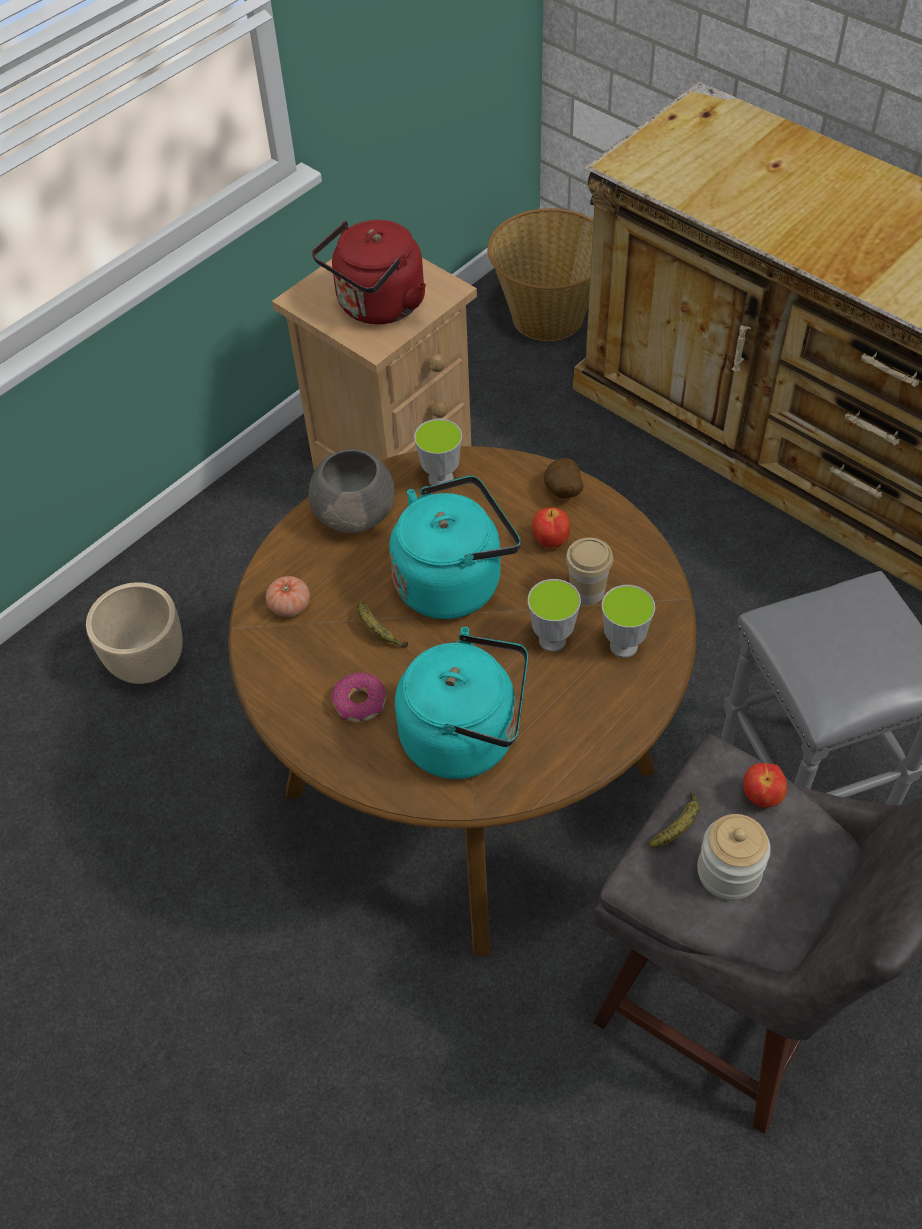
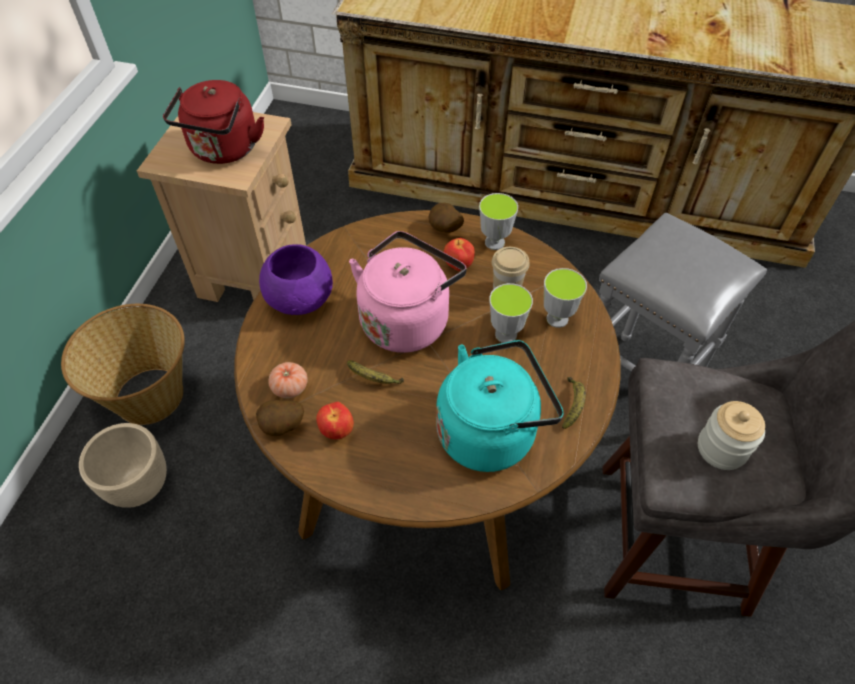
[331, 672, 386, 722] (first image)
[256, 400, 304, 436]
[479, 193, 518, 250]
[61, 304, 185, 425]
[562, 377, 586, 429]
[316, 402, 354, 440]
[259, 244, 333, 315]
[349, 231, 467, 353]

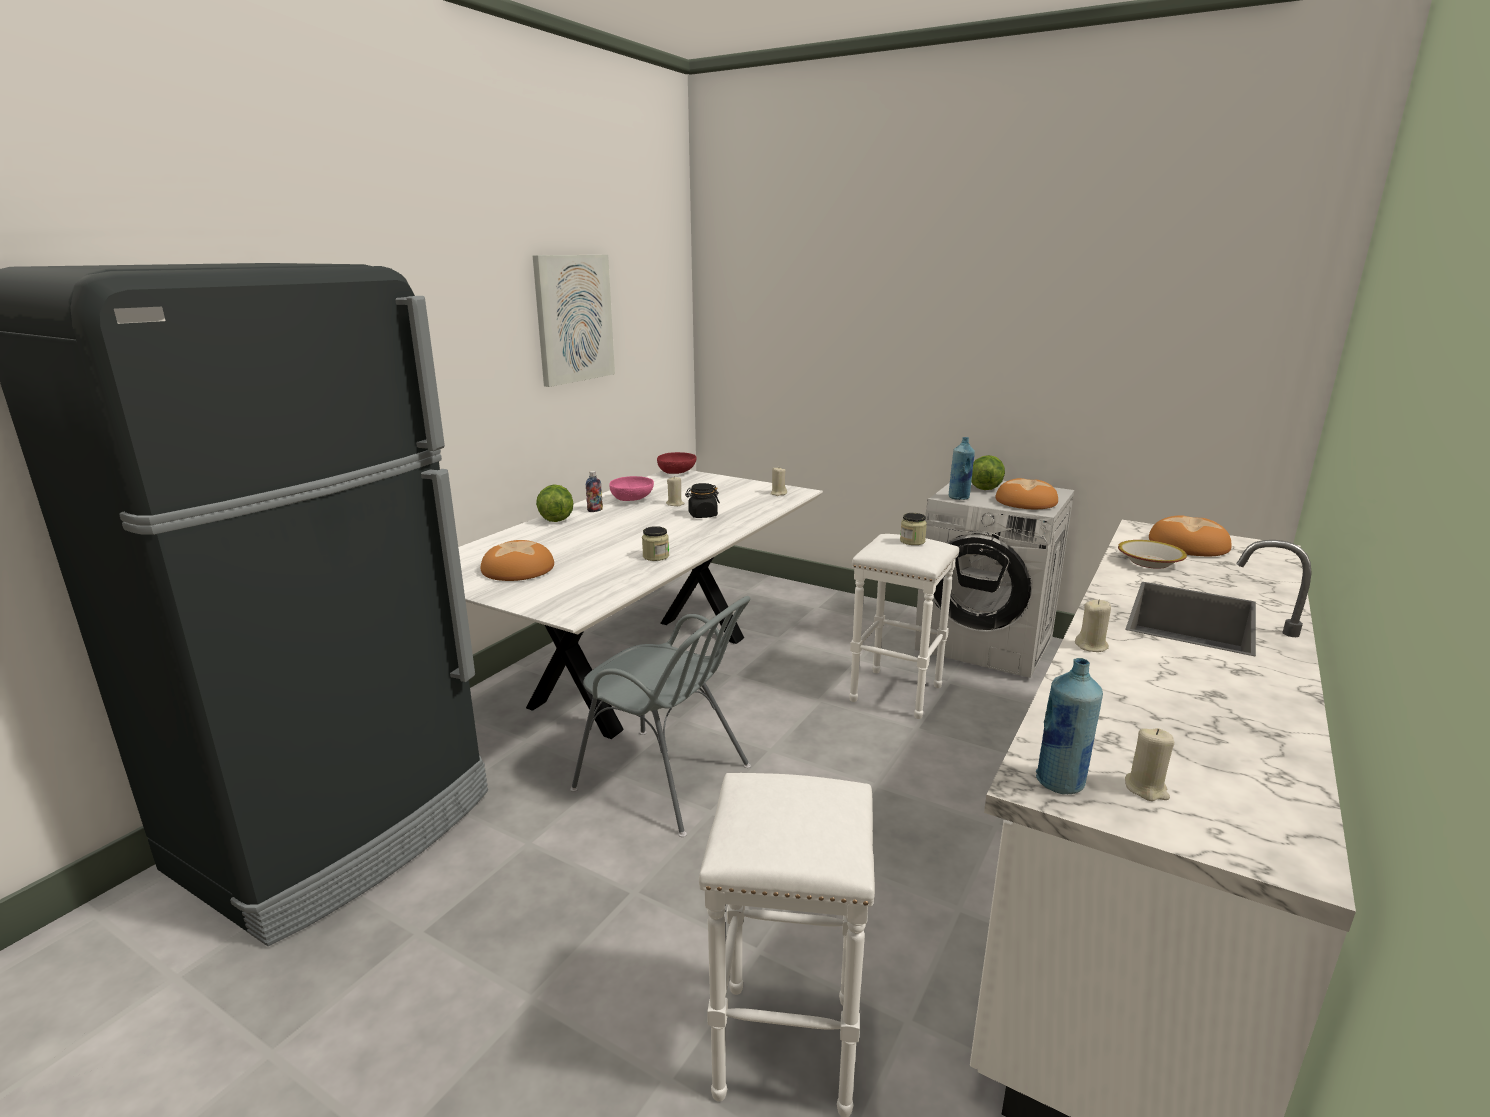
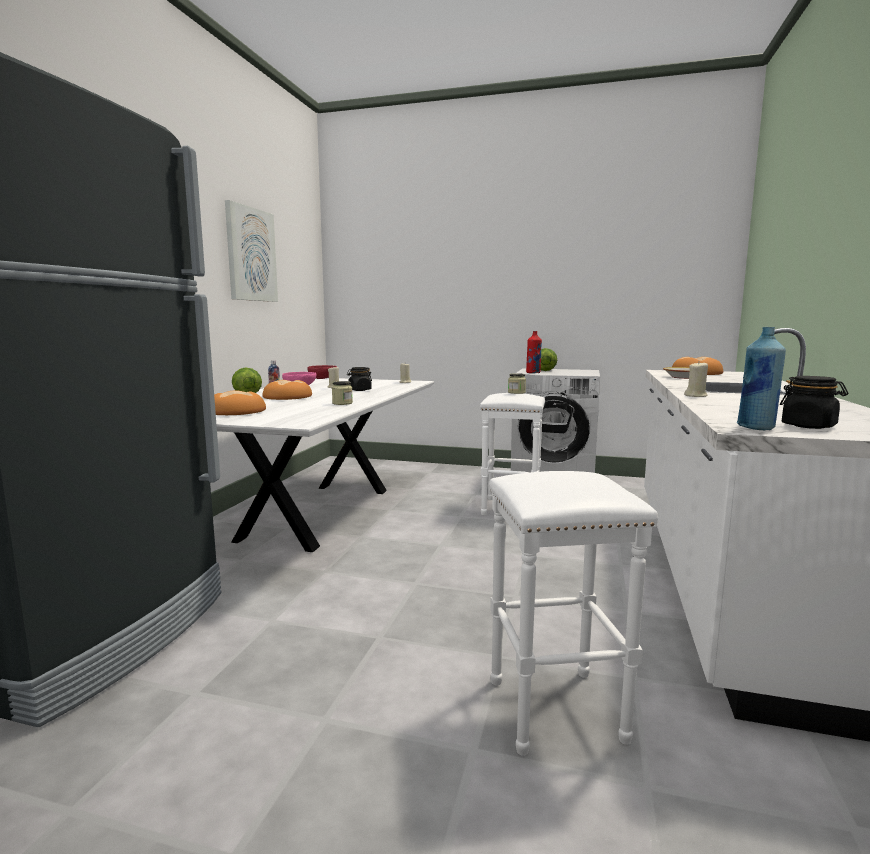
[570, 596, 751, 837] (first image)
[262, 380, 312, 400]
[780, 376, 848, 429]
[526, 331, 542, 373]

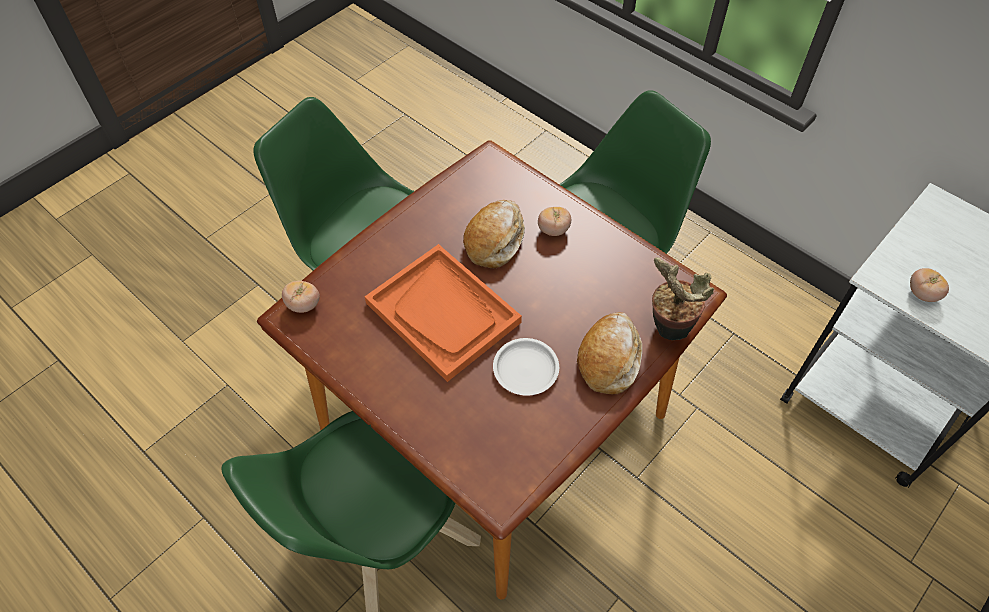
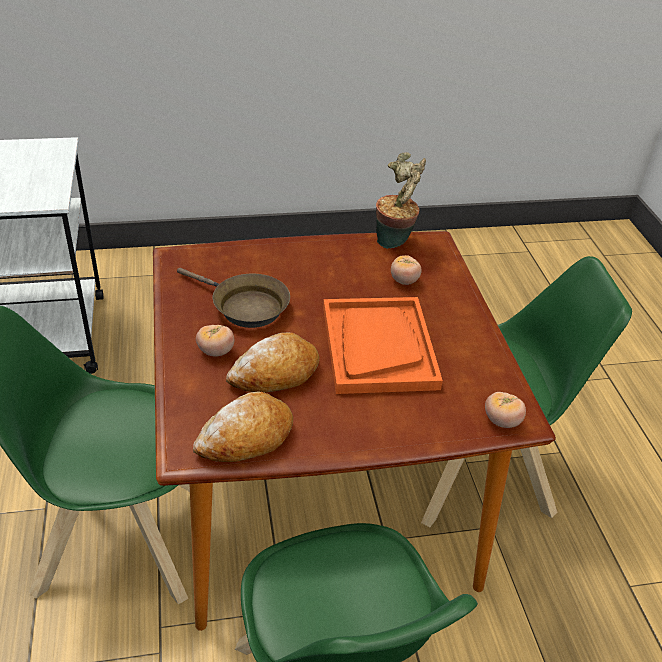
[493, 338, 559, 396] (first image)
[177, 268, 290, 328]
[193, 391, 293, 462]
[376, 152, 426, 249]
[391, 255, 422, 285]

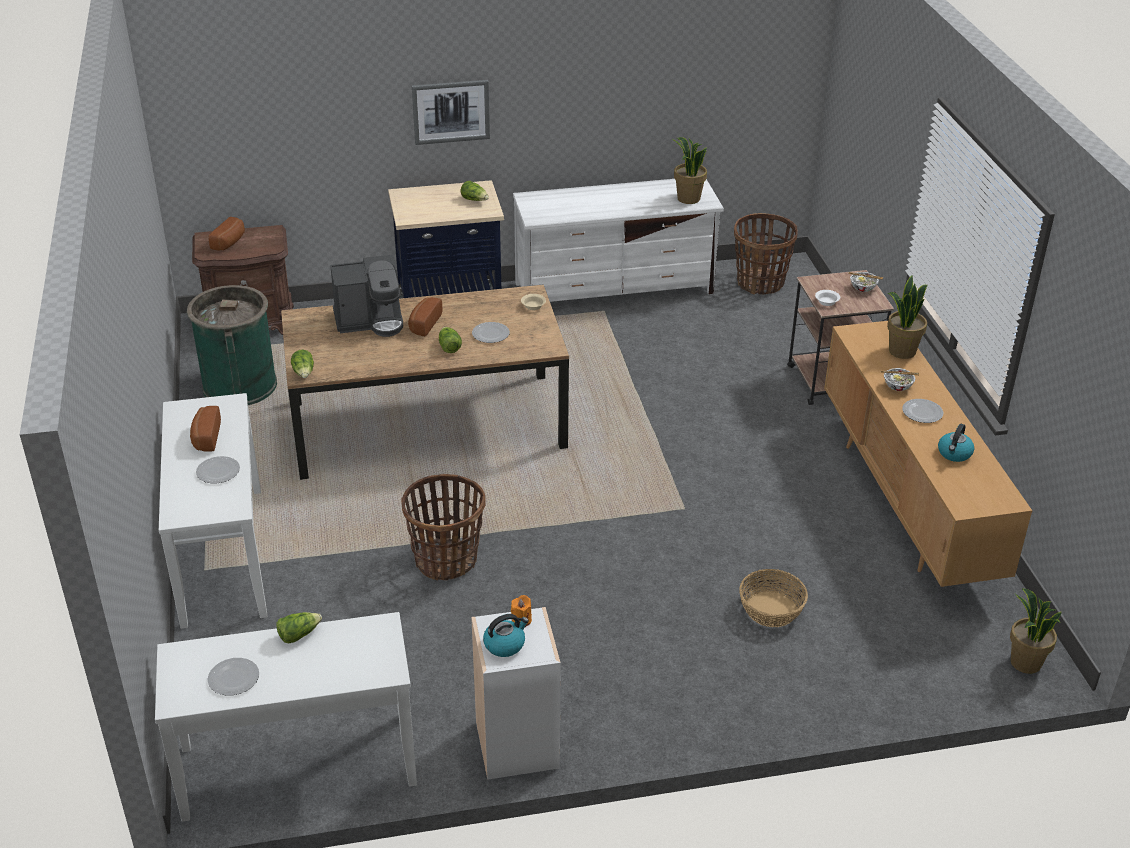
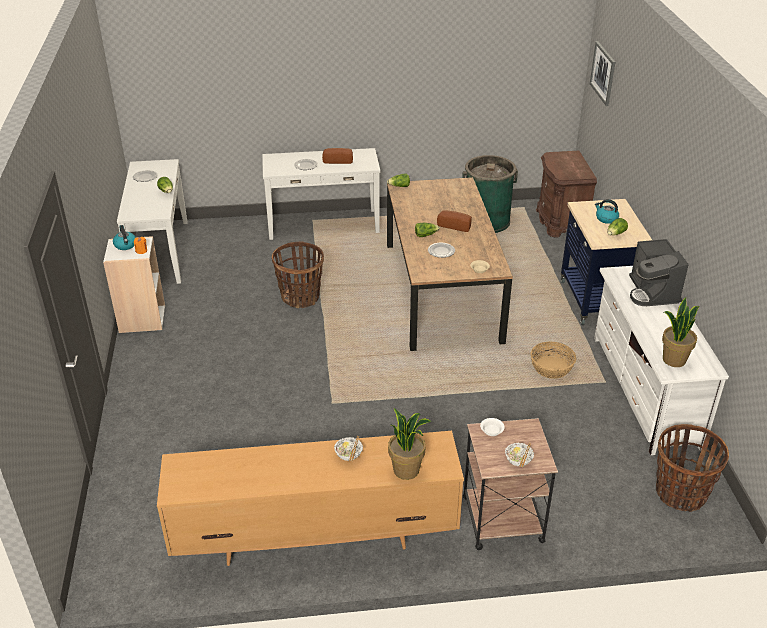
[208, 217, 245, 250] (first image)
[902, 399, 943, 423] (first image)
[1010, 589, 1062, 674] (first image)
[629, 239, 689, 306]
[590, 41, 615, 106]
[531, 341, 576, 379]
[595, 199, 619, 224]

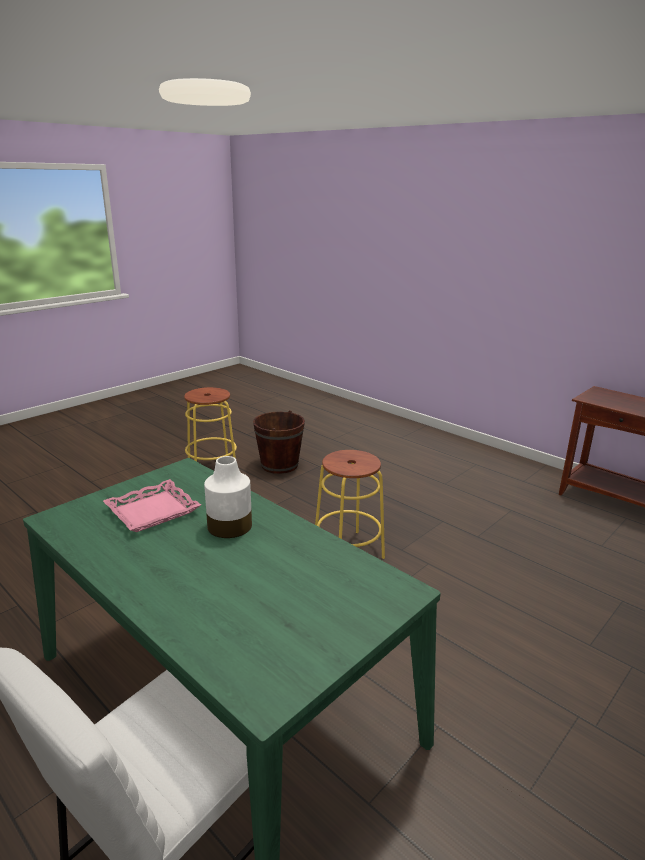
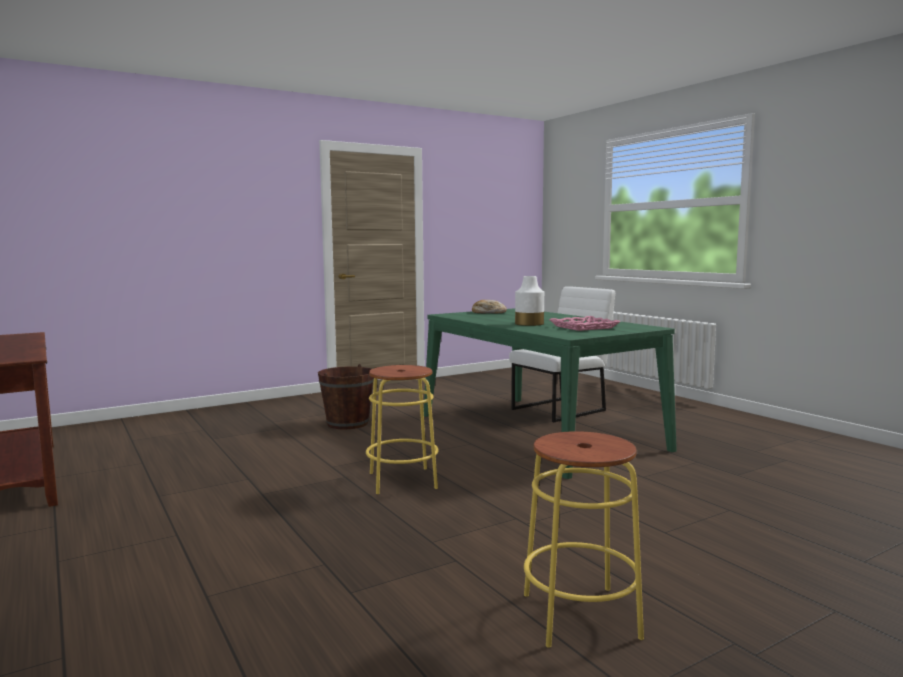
[472, 300, 507, 314]
[318, 364, 374, 429]

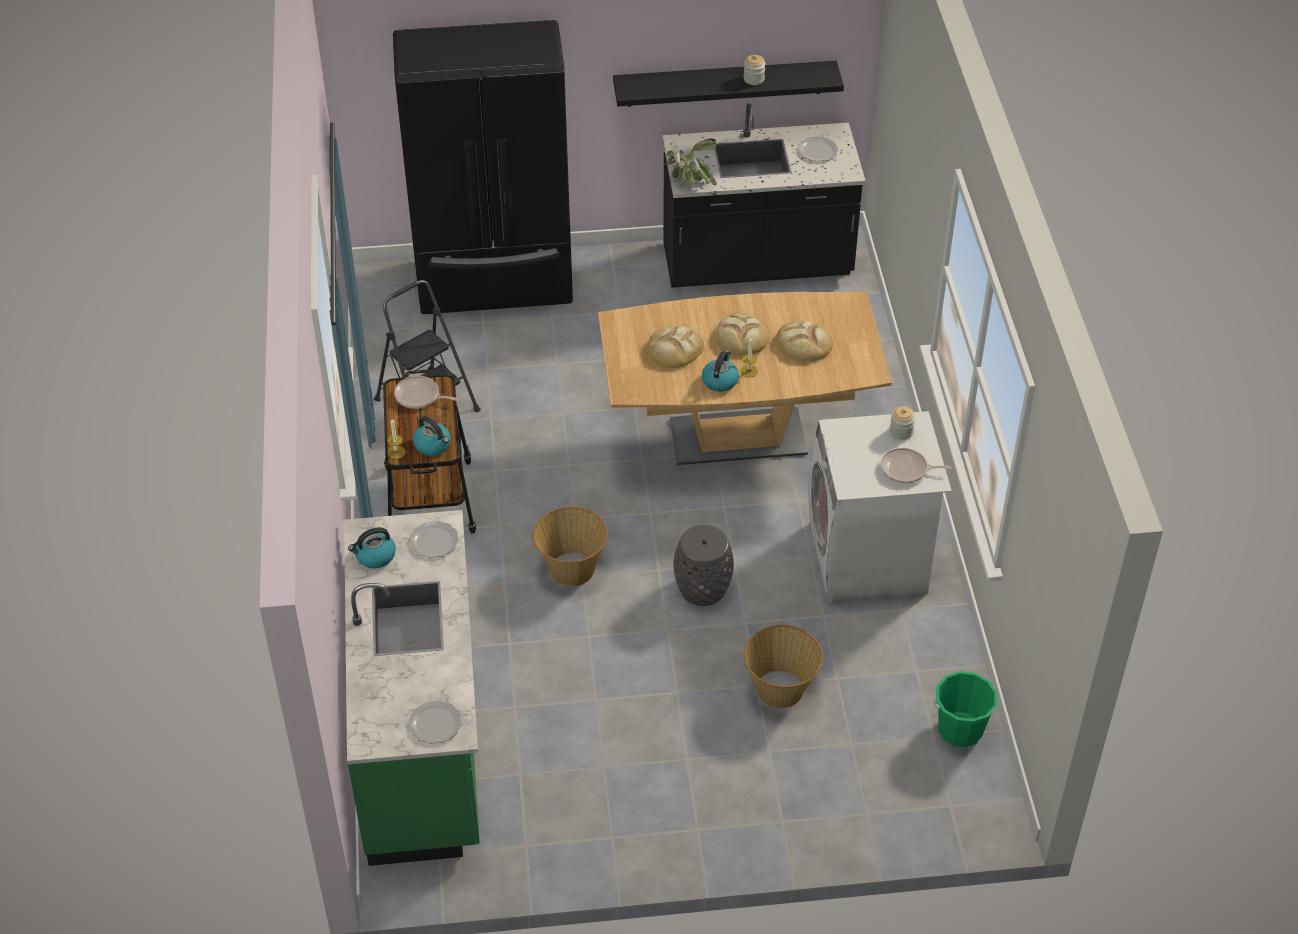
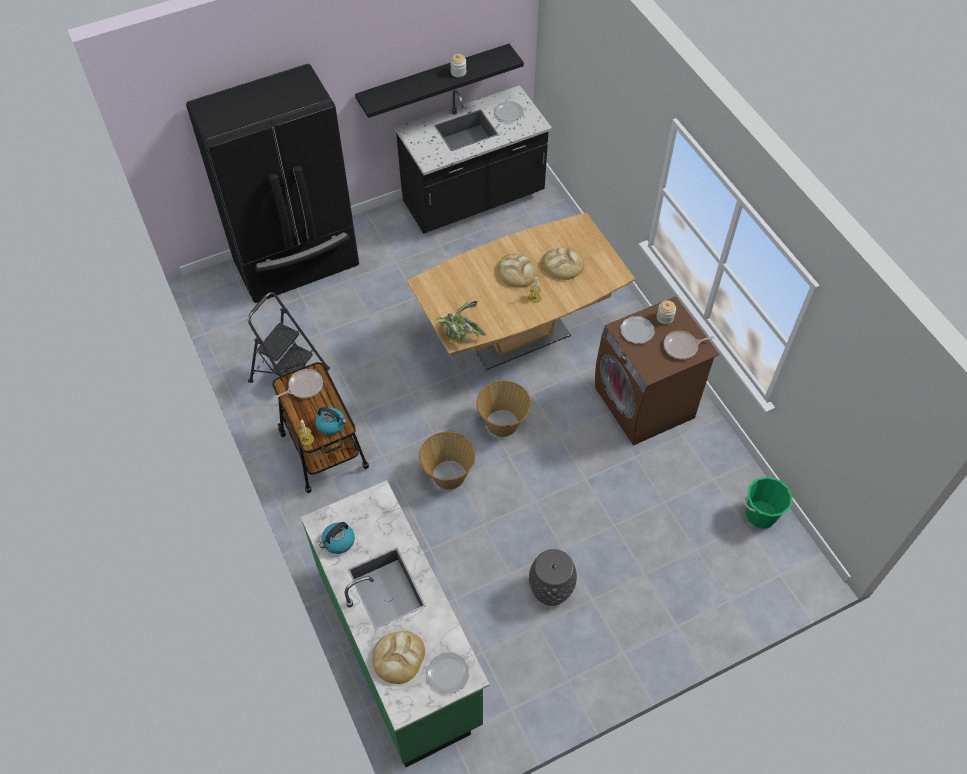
[702, 350, 739, 392] (first image)
[620, 316, 655, 344]
[372, 631, 425, 684]
[436, 301, 486, 343]
[529, 549, 577, 606]
[477, 380, 531, 437]
[595, 296, 720, 446]
[274, 369, 323, 399]

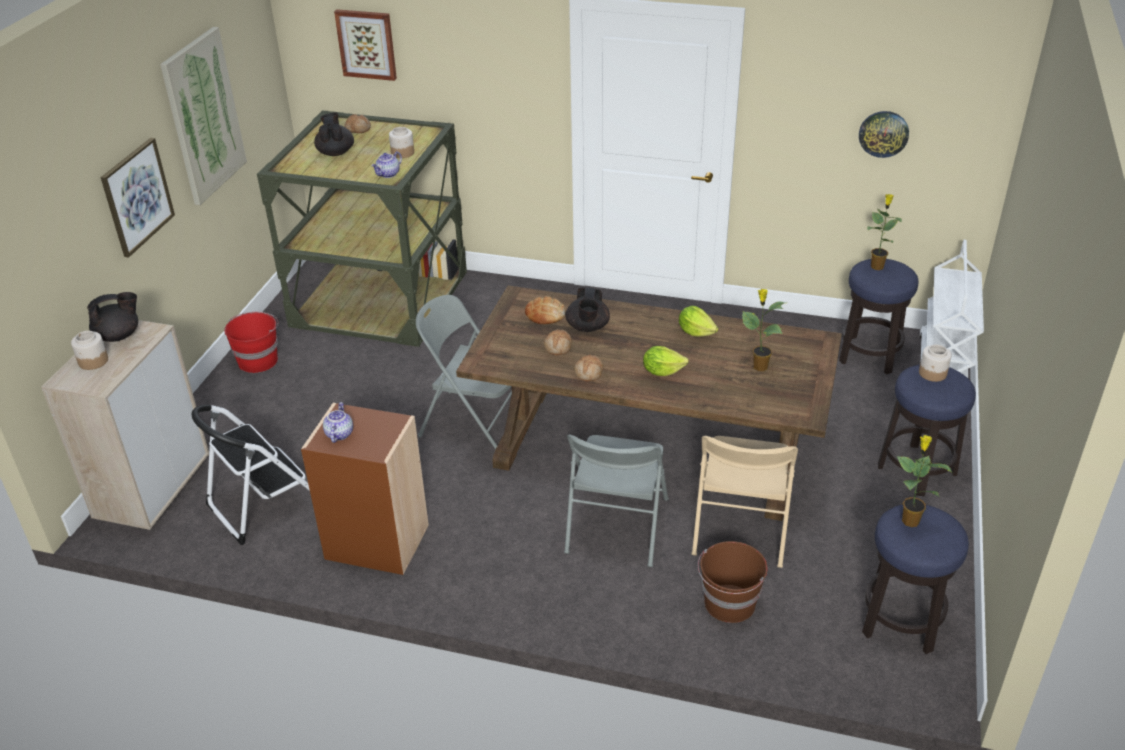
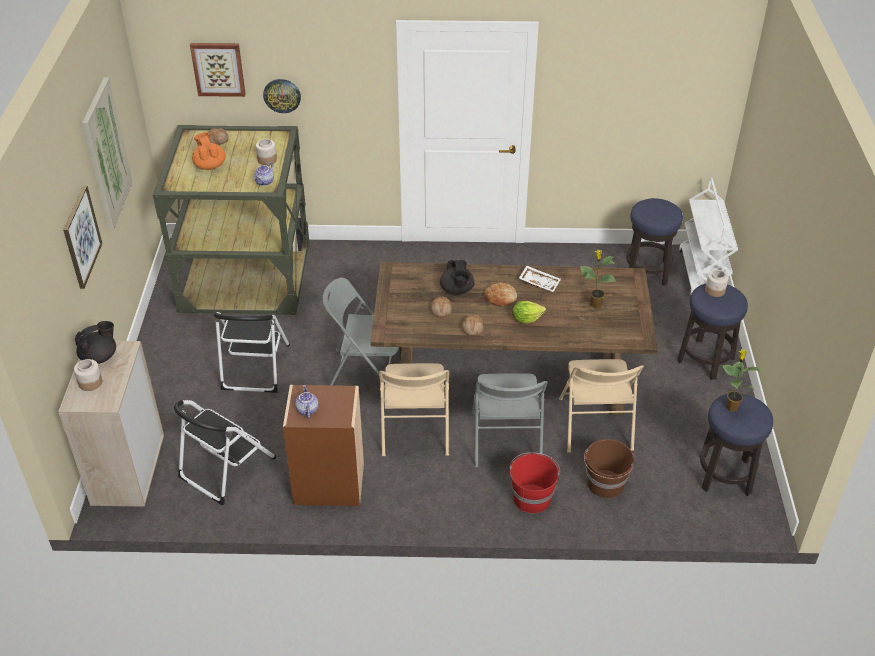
[867, 194, 902, 270] (first image)
[214, 312, 290, 393]
[379, 363, 449, 456]
[510, 452, 560, 513]
[484, 282, 517, 306]
[263, 79, 301, 113]
[519, 266, 561, 292]
[192, 132, 226, 170]

